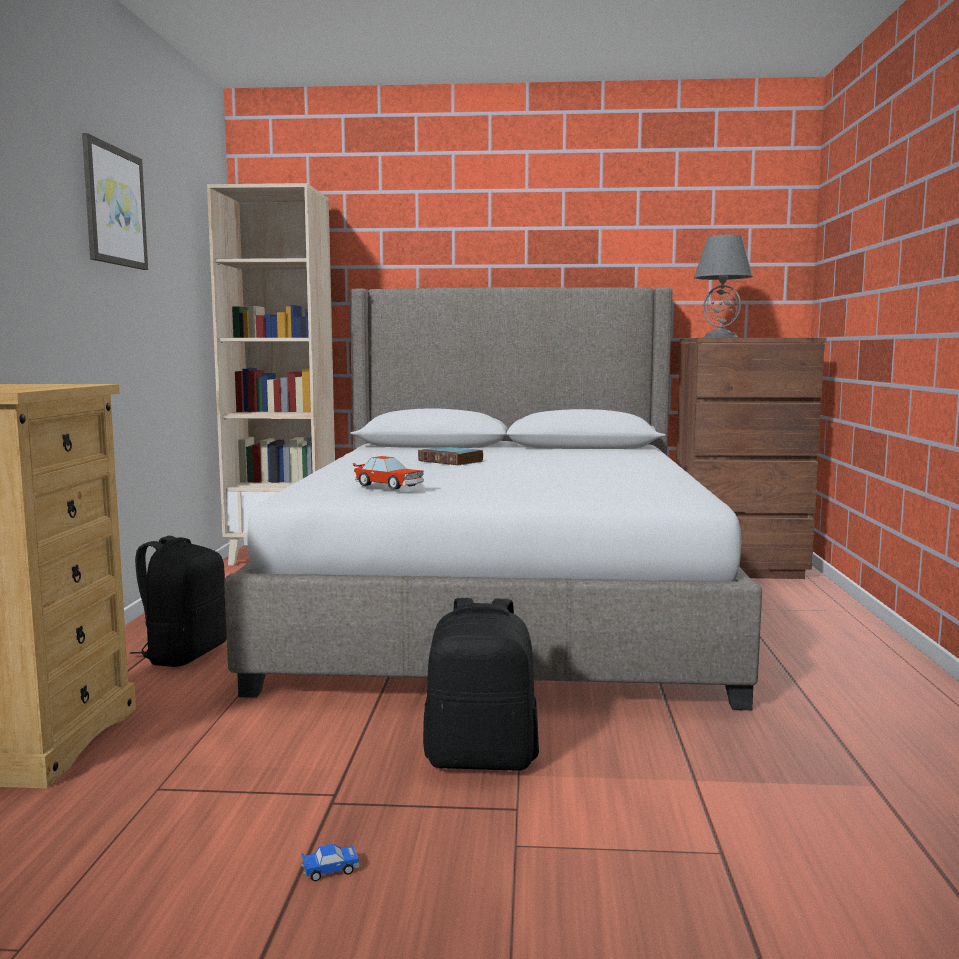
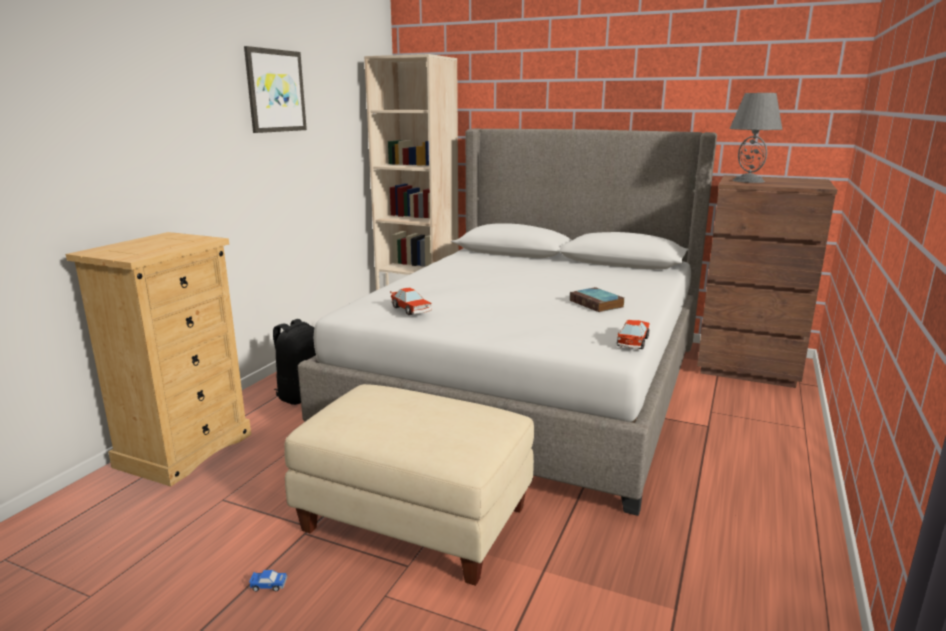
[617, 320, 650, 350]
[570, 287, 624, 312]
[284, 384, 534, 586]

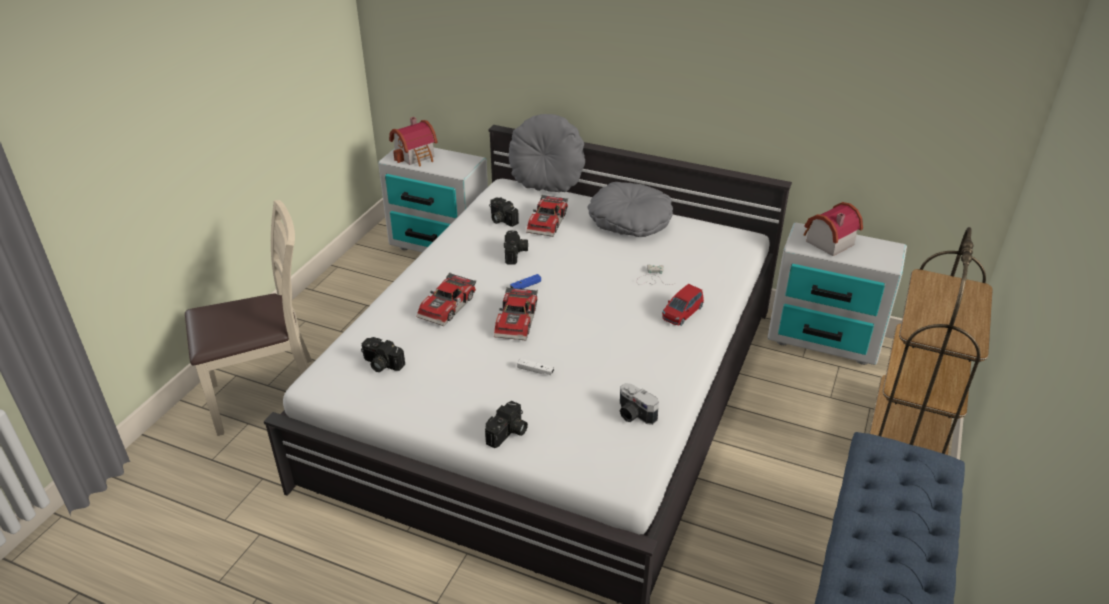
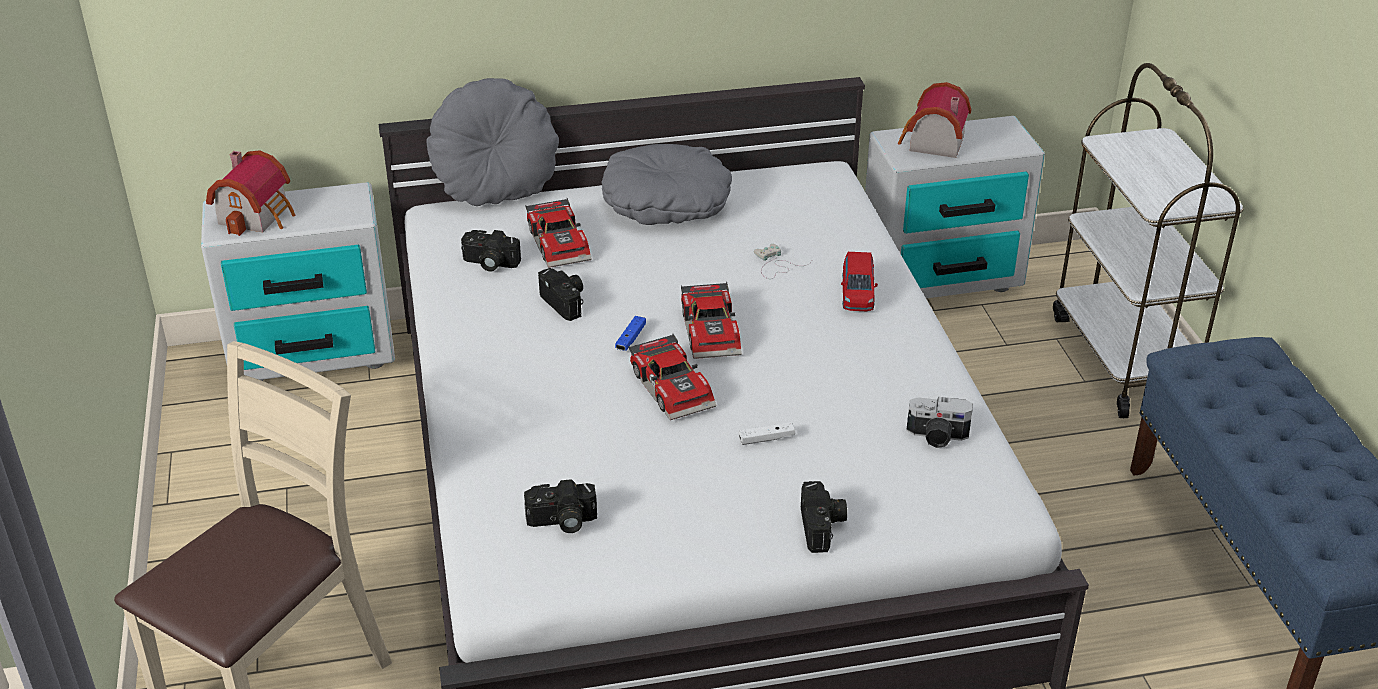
[681, 282, 742, 359]
[1053, 63, 1244, 418]

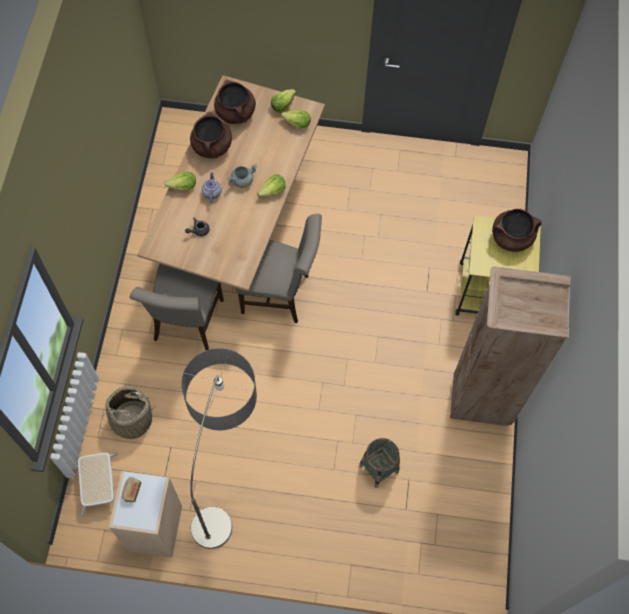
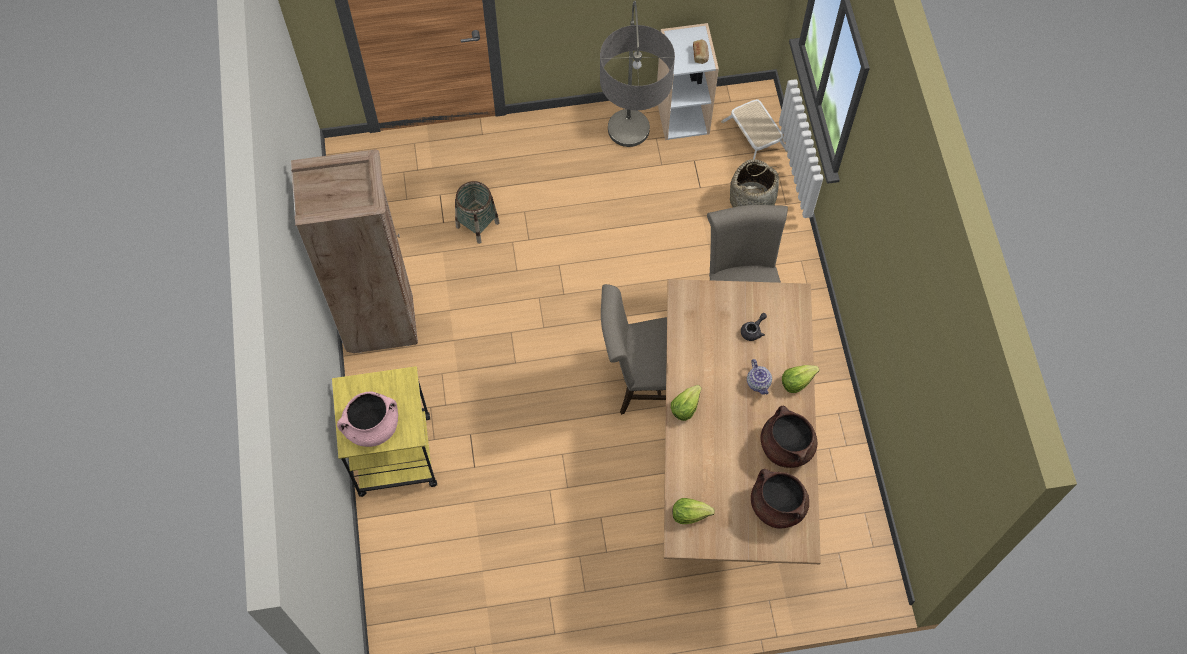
[227, 164, 257, 188] (first image)
[271, 89, 296, 113] (first image)
[337, 391, 398, 447]

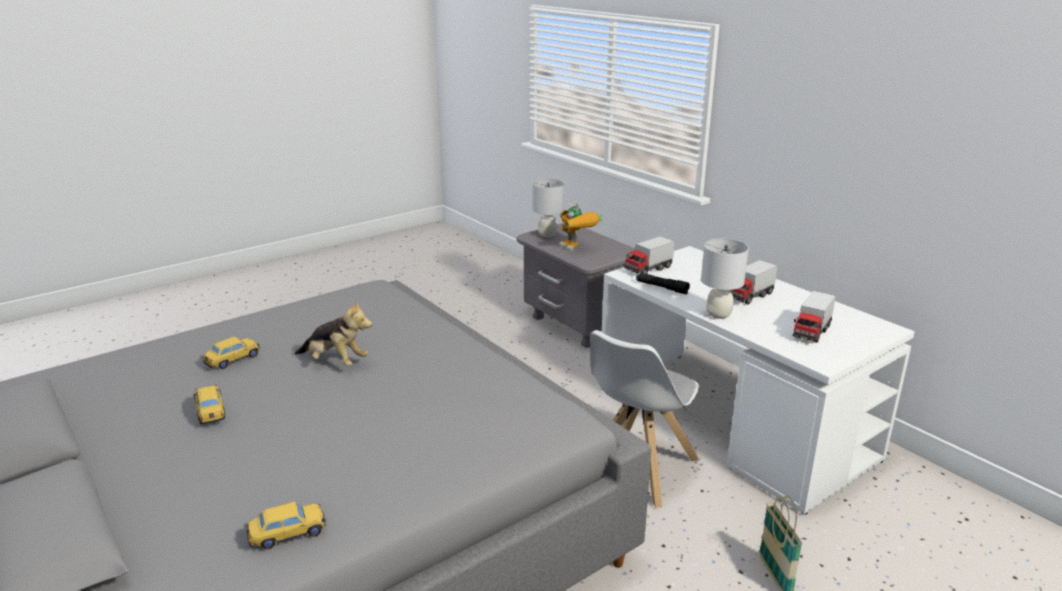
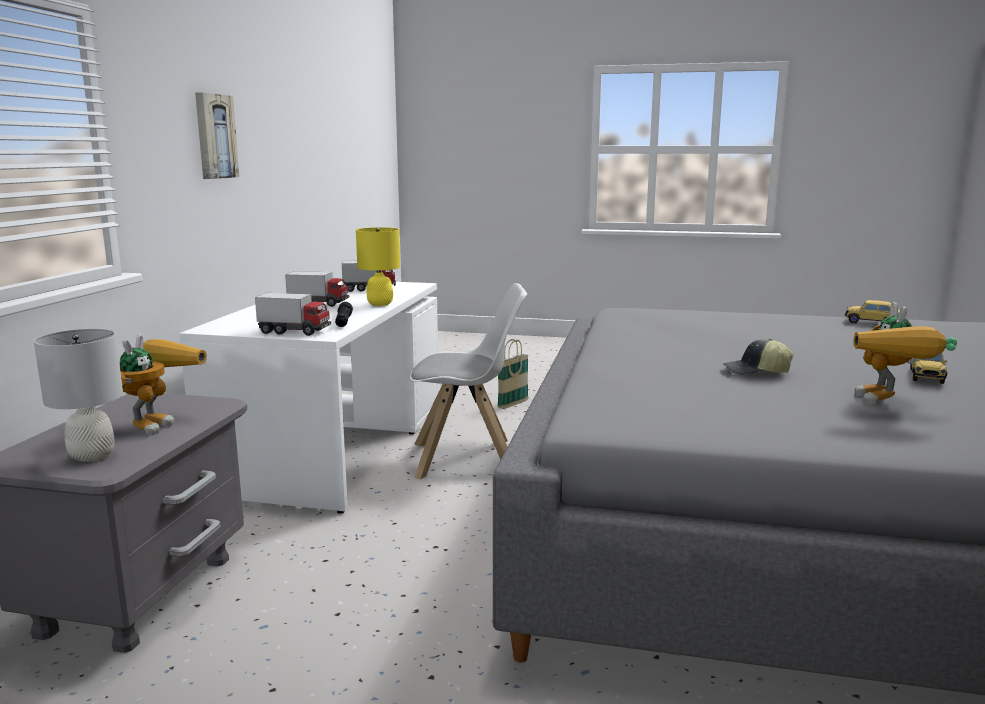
[195, 92, 239, 179]
[854, 302, 957, 405]
[723, 339, 793, 375]
[356, 227, 400, 306]

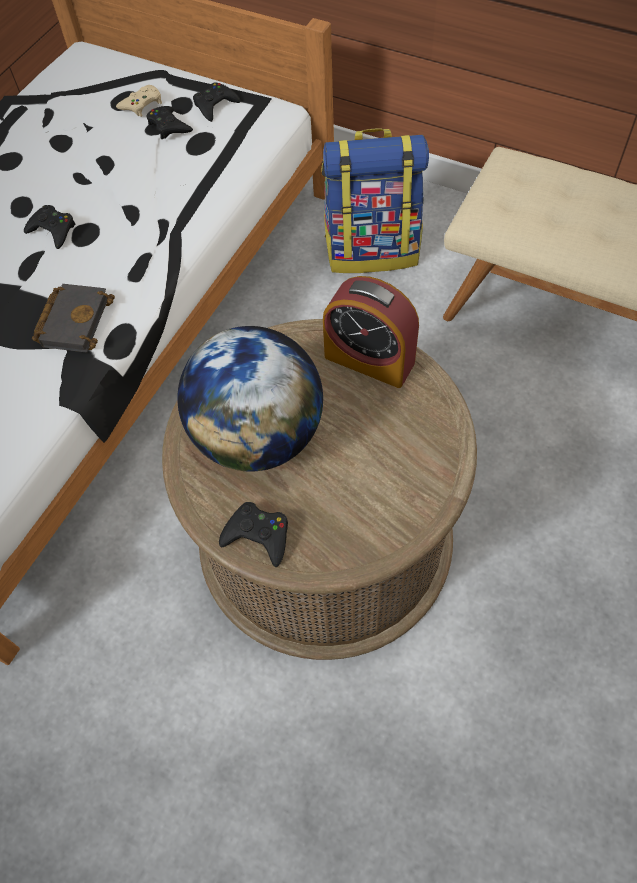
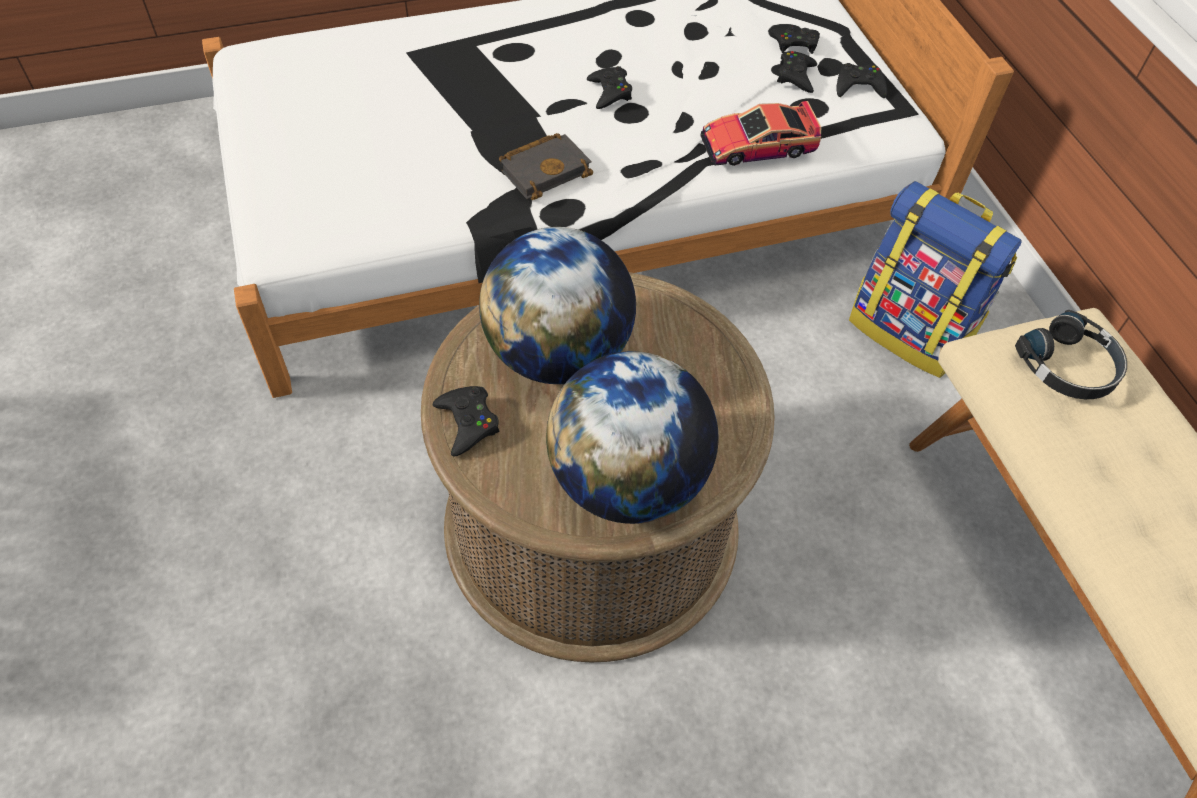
[323, 276, 419, 388] (first image)
[546, 351, 718, 524]
[700, 101, 821, 166]
[1015, 310, 1127, 399]
[770, 26, 820, 54]

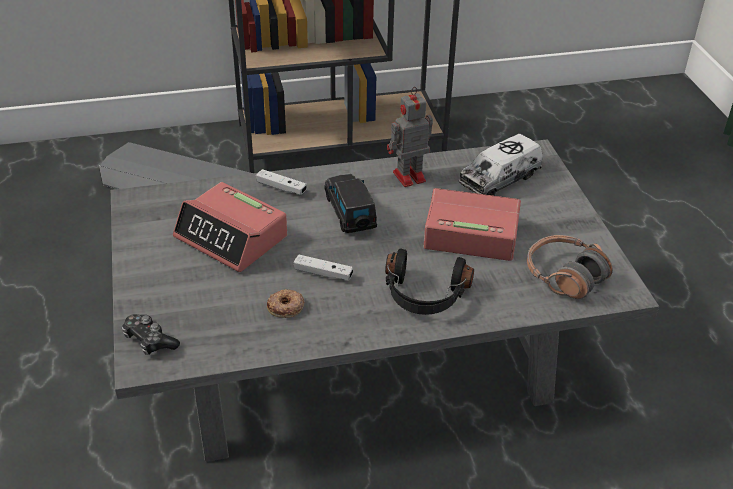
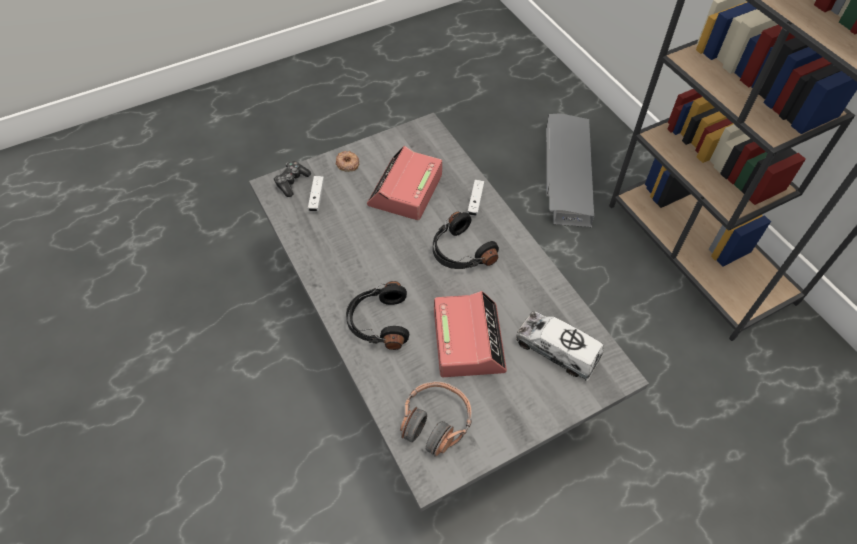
[387, 87, 433, 187] (first image)
[336, 151, 359, 172]
[308, 176, 324, 212]
[433, 212, 499, 269]

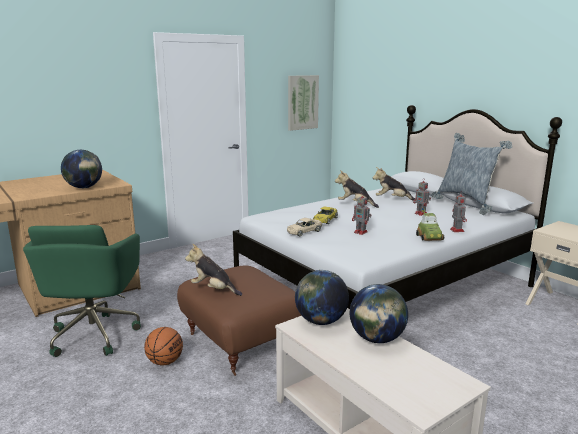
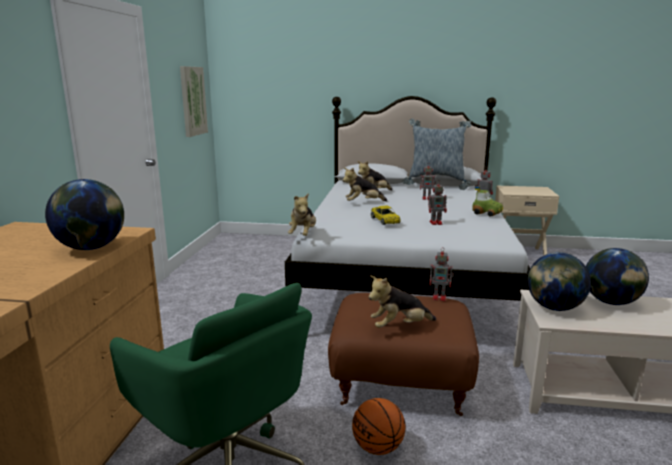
[287, 218, 322, 237] (first image)
[288, 193, 316, 236]
[429, 247, 454, 301]

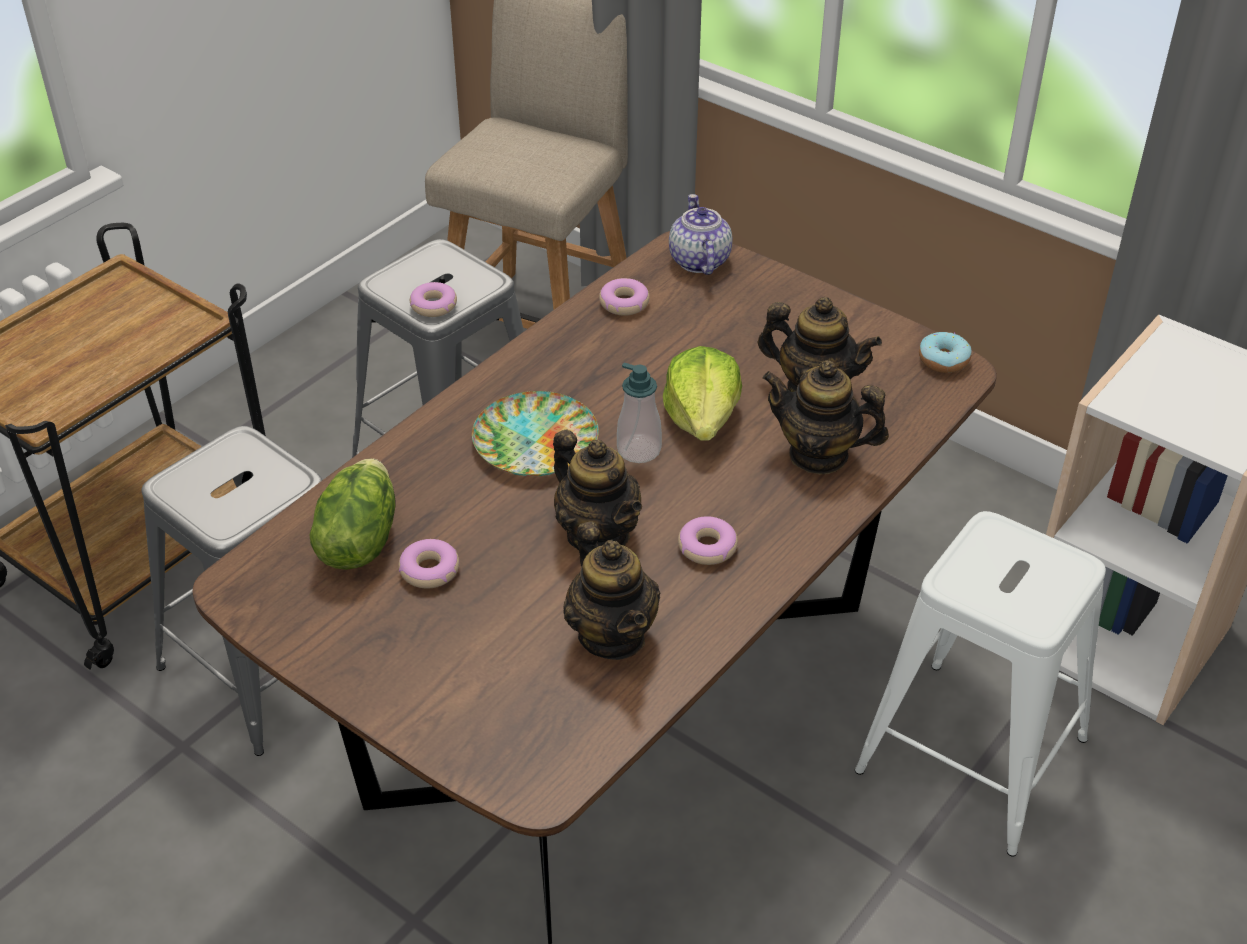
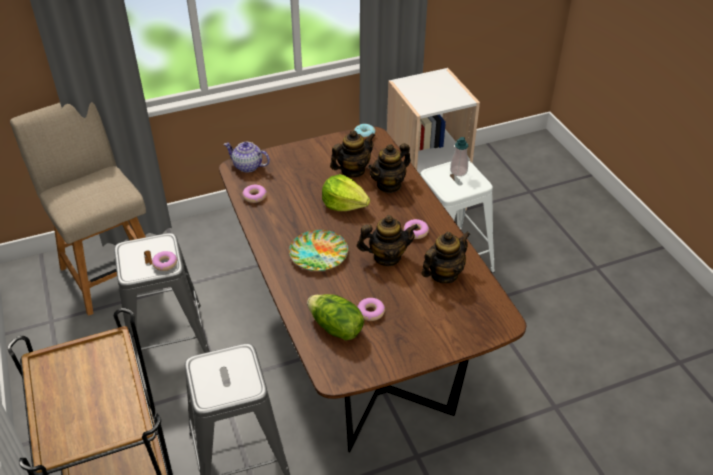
[450, 137, 468, 176]
[422, 232, 470, 283]

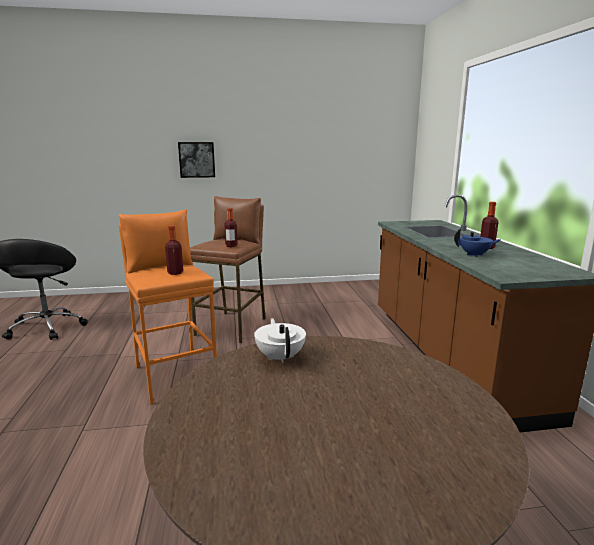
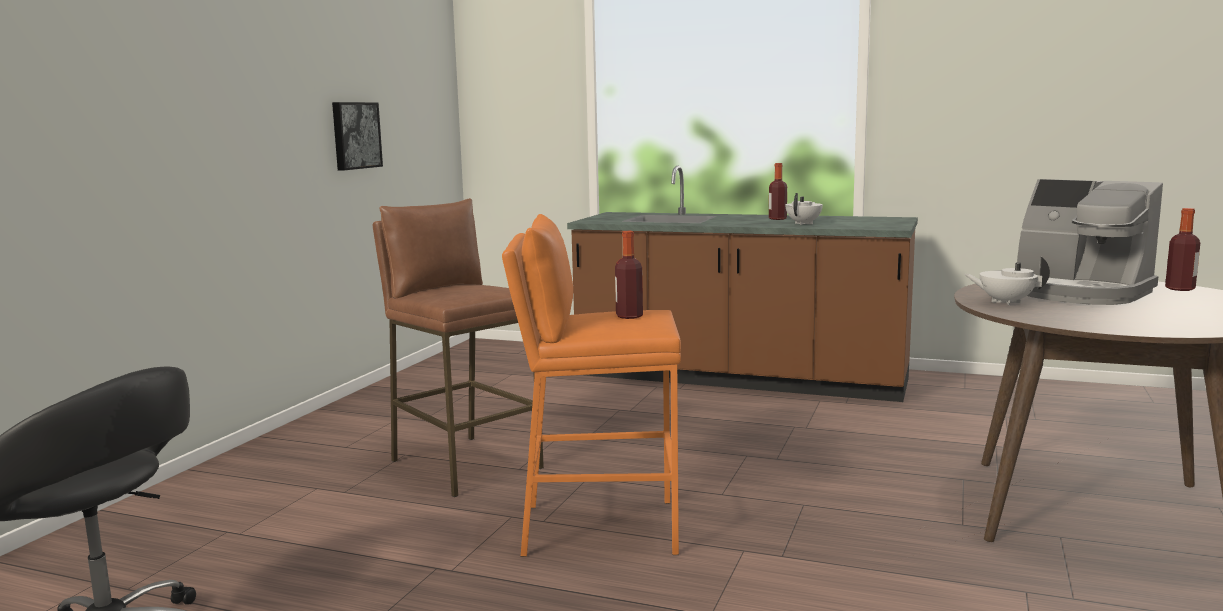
[1017, 179, 1163, 305]
[332, 102, 383, 170]
[1165, 208, 1200, 291]
[785, 193, 823, 225]

